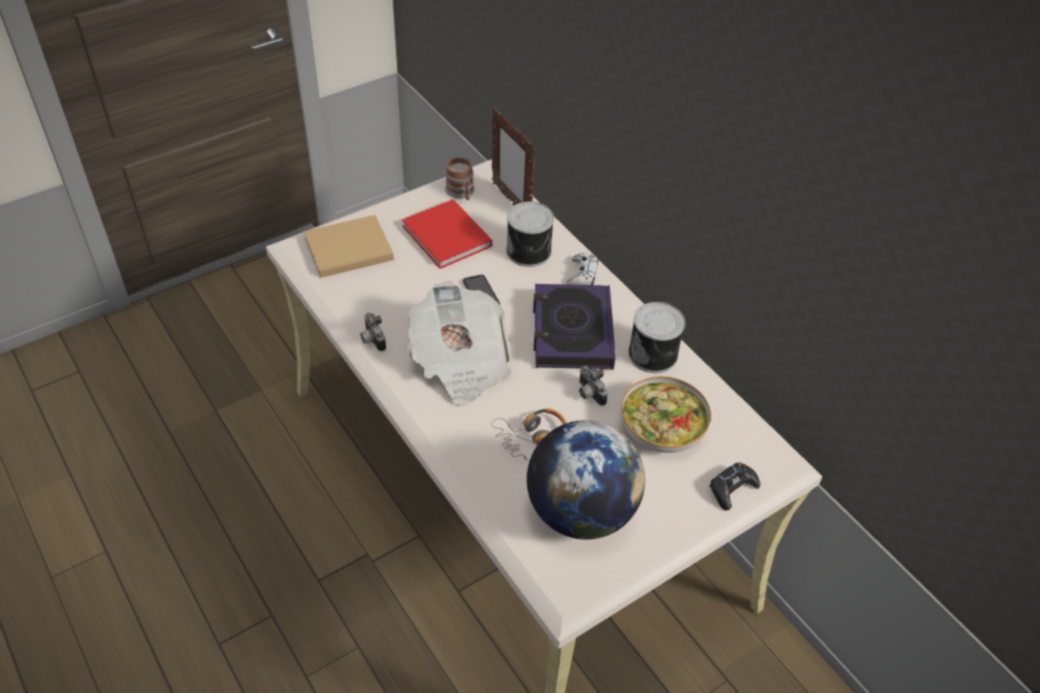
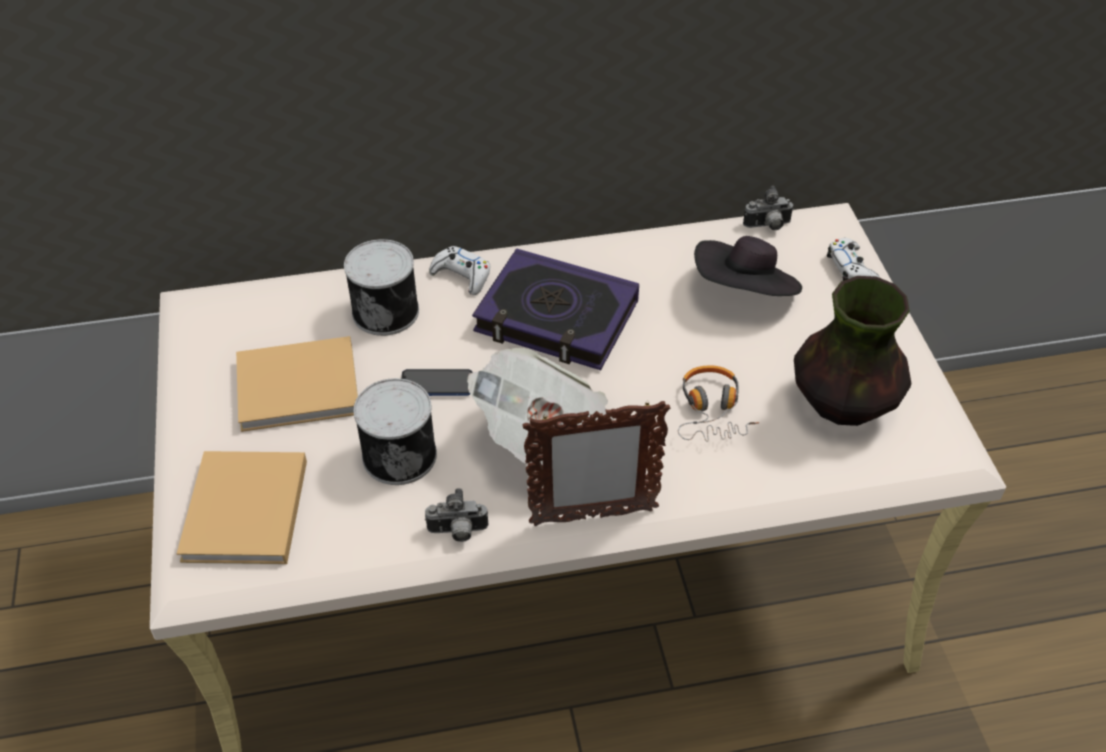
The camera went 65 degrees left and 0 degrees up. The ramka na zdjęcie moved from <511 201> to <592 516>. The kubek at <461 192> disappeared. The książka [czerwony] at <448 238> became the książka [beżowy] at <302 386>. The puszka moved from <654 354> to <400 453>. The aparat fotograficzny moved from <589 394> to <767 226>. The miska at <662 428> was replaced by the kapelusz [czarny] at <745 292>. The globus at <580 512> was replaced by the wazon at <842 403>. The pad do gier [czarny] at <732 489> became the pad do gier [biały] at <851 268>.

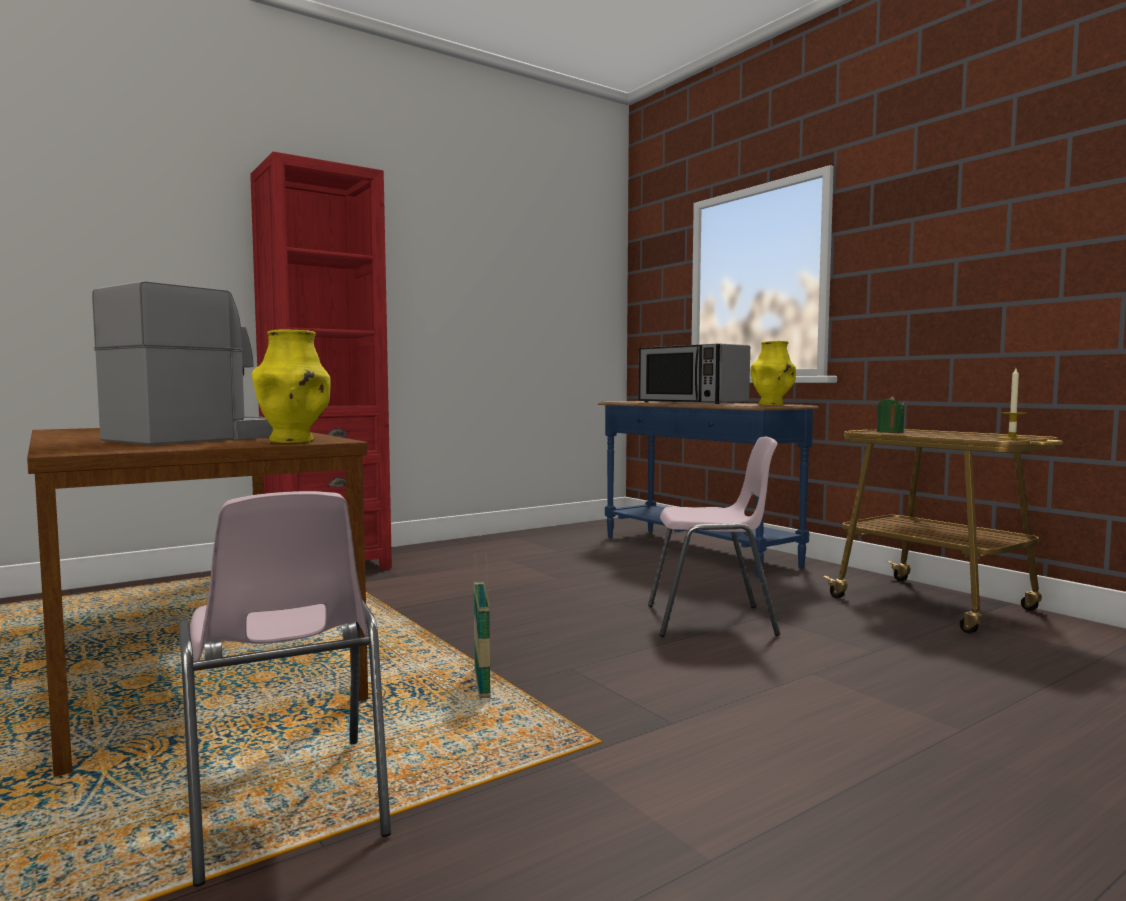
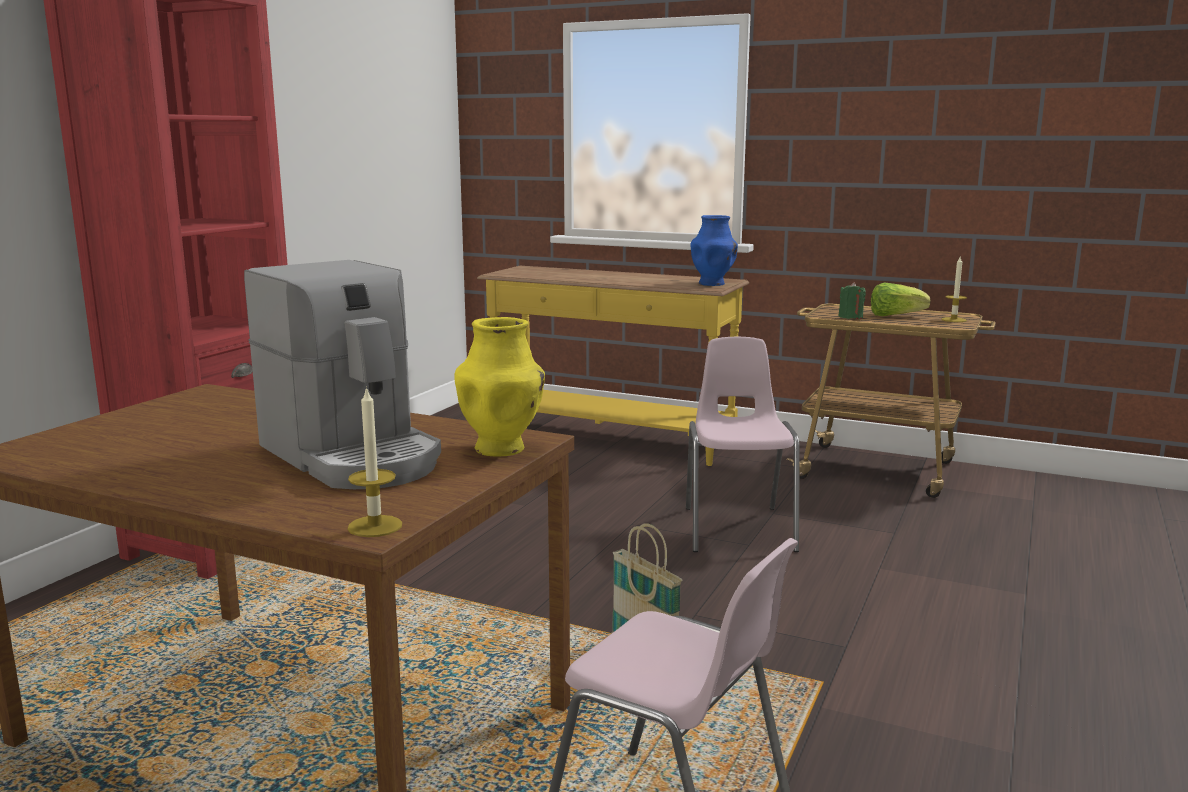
The camera went 30 degrees left and 10 degrees up. The ekspres do kawy at <199 438> turned 135 degrees clockwise. The wazon [żółty] at <772 404> became the wazon [niebieski] at <712 284>. The mikrofalówka at <691 402> disappeared. The stolik konsolowy [niebieski] at <695 551> became the stolik konsolowy [żółty] at <610 440>. The krzesło [różowy] at <712 621> turned 60 degrees counterclockwise. The sałata at <895 316> appeared. The świeca at <375 526> appeared.

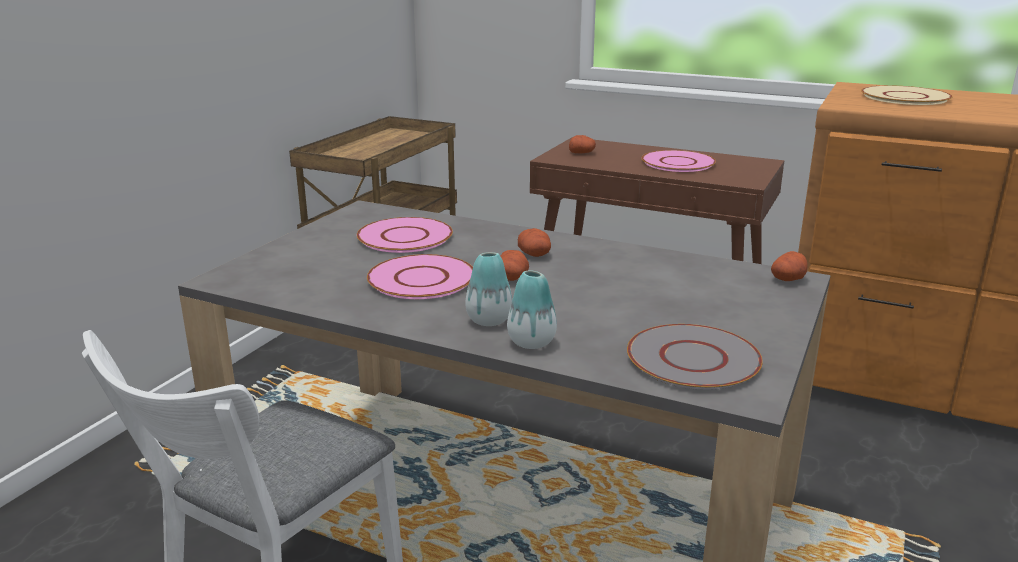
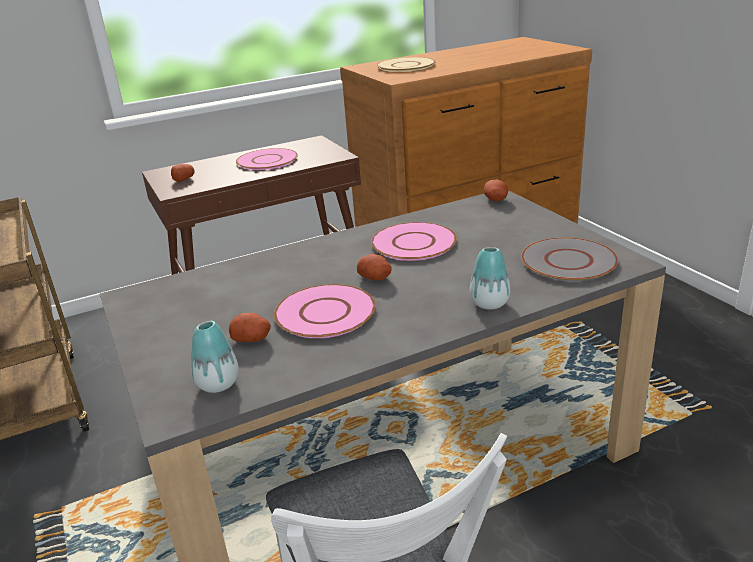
The camera went 50 degrees left and 5 degrees up. The talerz [różowy] moved from <405 236> to <413 243>. The ziemniak moved from <535 254> to <252 338>. The wazon moved from <489 320> to <218 384>.

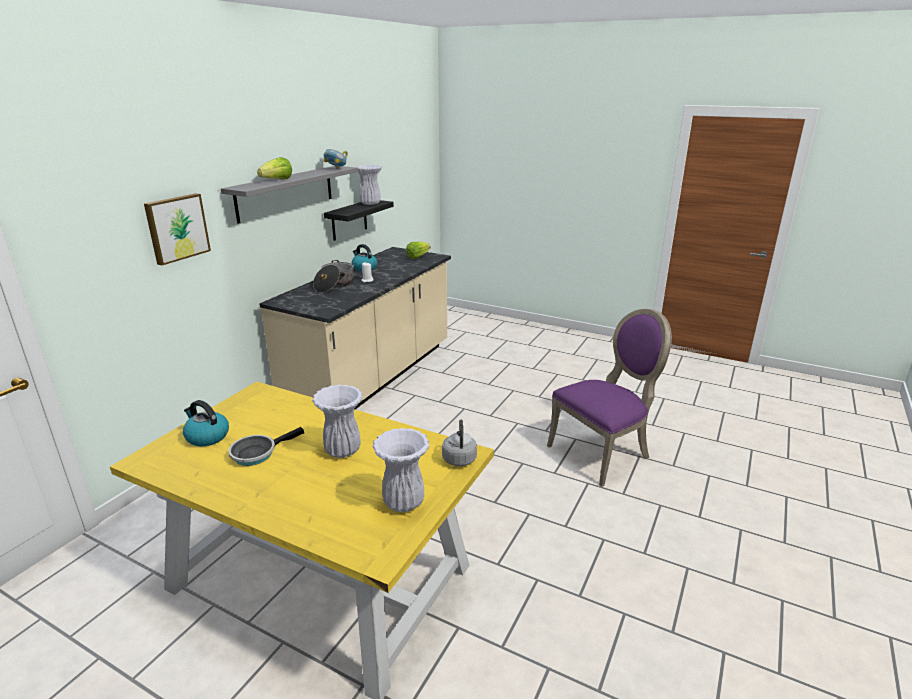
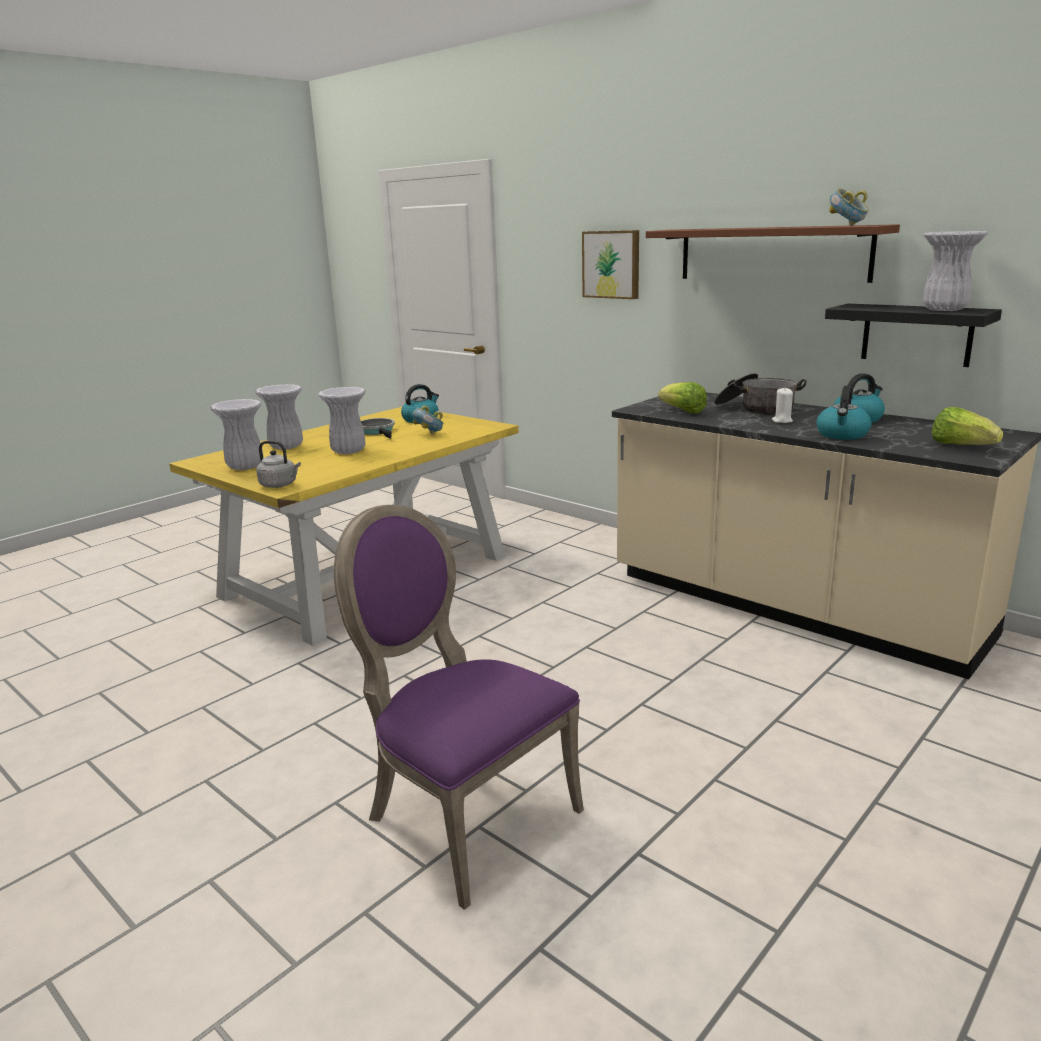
The camera went 105 degrees right and 5 degrees down. The sałata moved from <277 180> to <682 411>. The półka [szary] at <286 193> became the półka [brązowy] at <772 254>. The krzesło [fioletowy] at <603 452> turned 150 degrees clockwise. The wazon [biały] at <286 447> appeared. The czajnik at <842 435> appeared. The miska at <429 434> appeared.

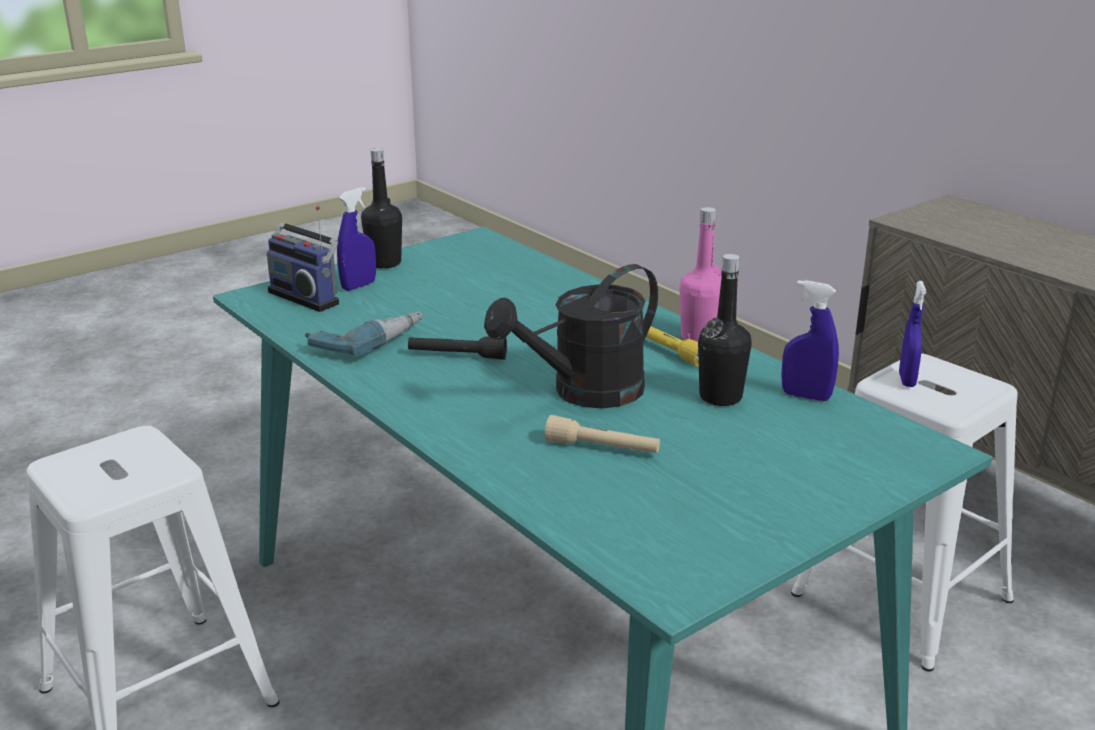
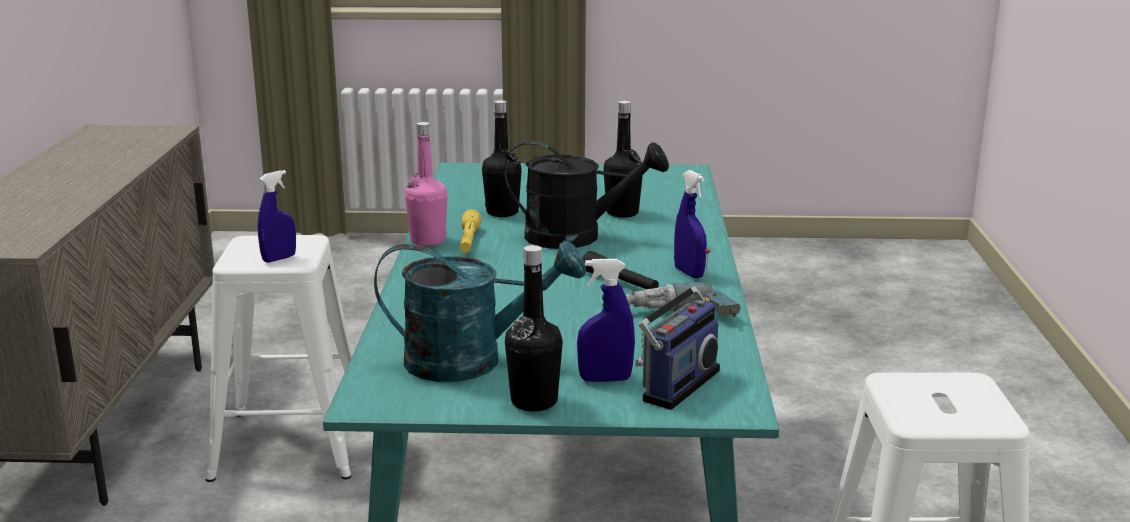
The camera went 140 degrees left and 5 degrees down. The radio at <307 297> turned 45 degrees clockwise. The spryskiwacz [niebieski] moved from <806 396> to <689 273>. The latarka [beżowy] at <602 448> was replaced by the butelka [czarny] at <622 213>. The konewka [turkusowy] at <471 361> appeared.

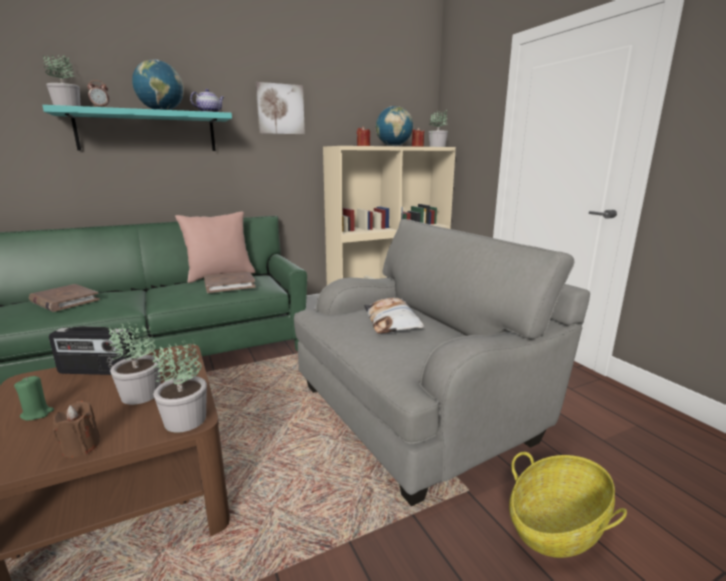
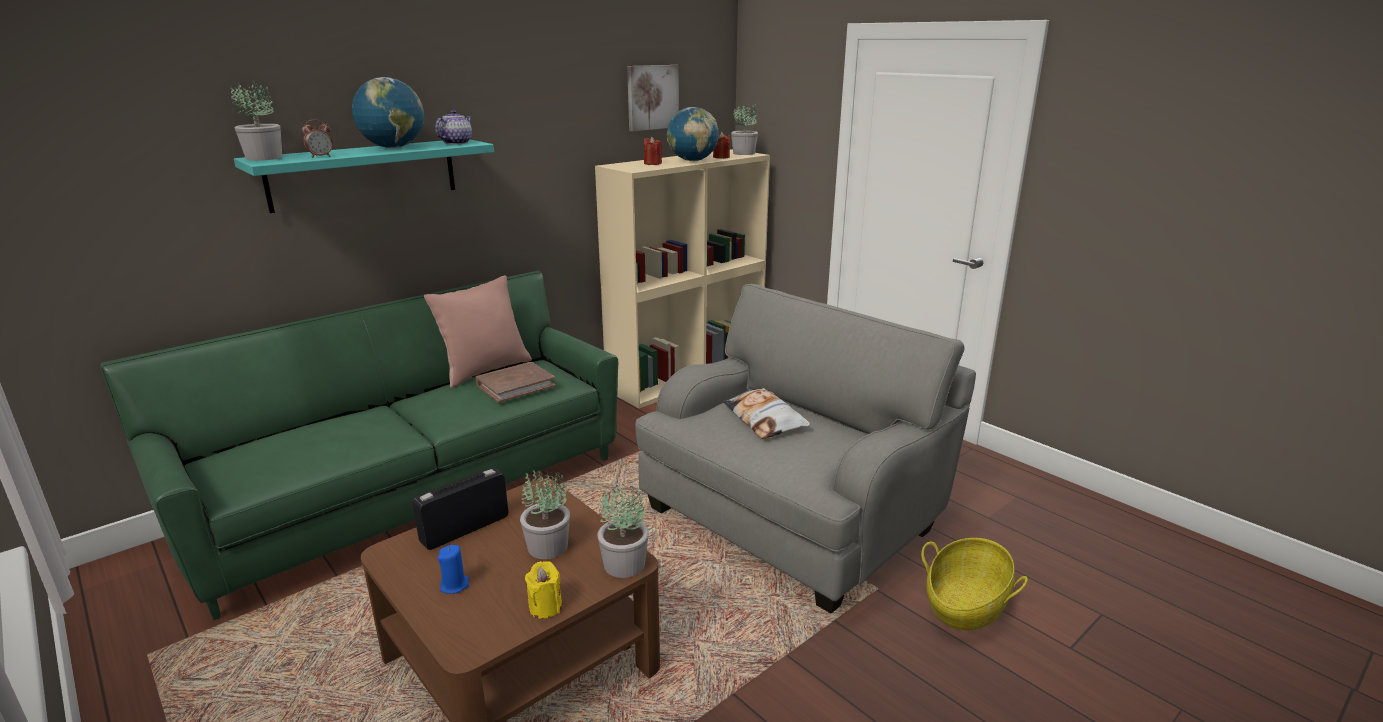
The camera went 15 degrees left and 5 degrees up. The obraz moved from <280 109> to <652 97>. The książka [brązowy] at <64 301> disappeared. The radio at <97 371> turned 150 degrees clockwise. The świeca [zielony] at <37 414> became the świeca [niebieski] at <455 585>. The świeca [brązowy] at <81 447> became the świeca [żółty] at <545 607>.

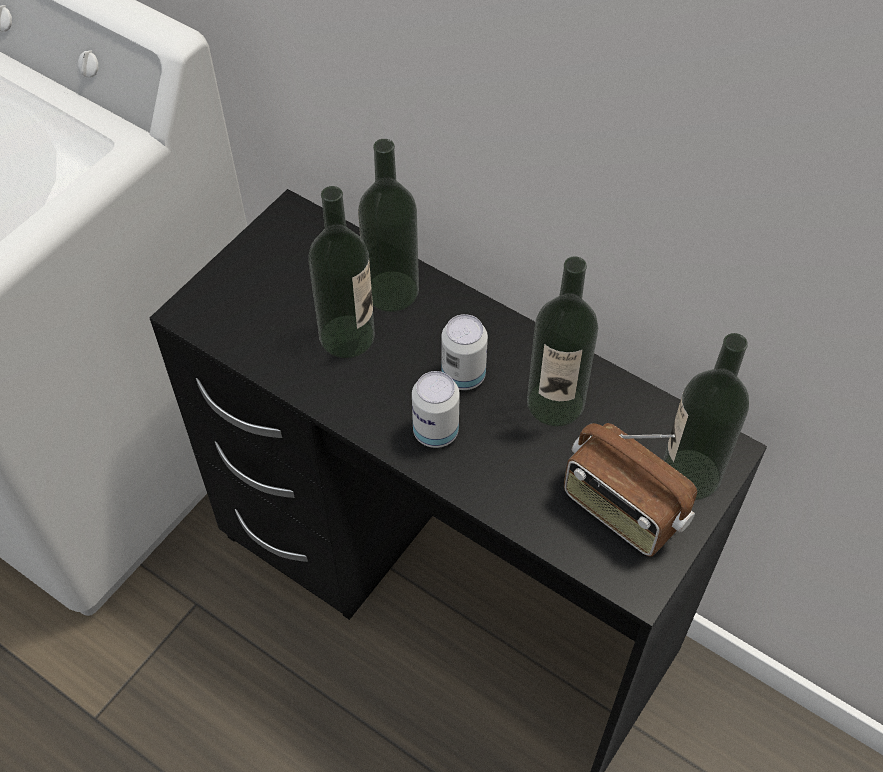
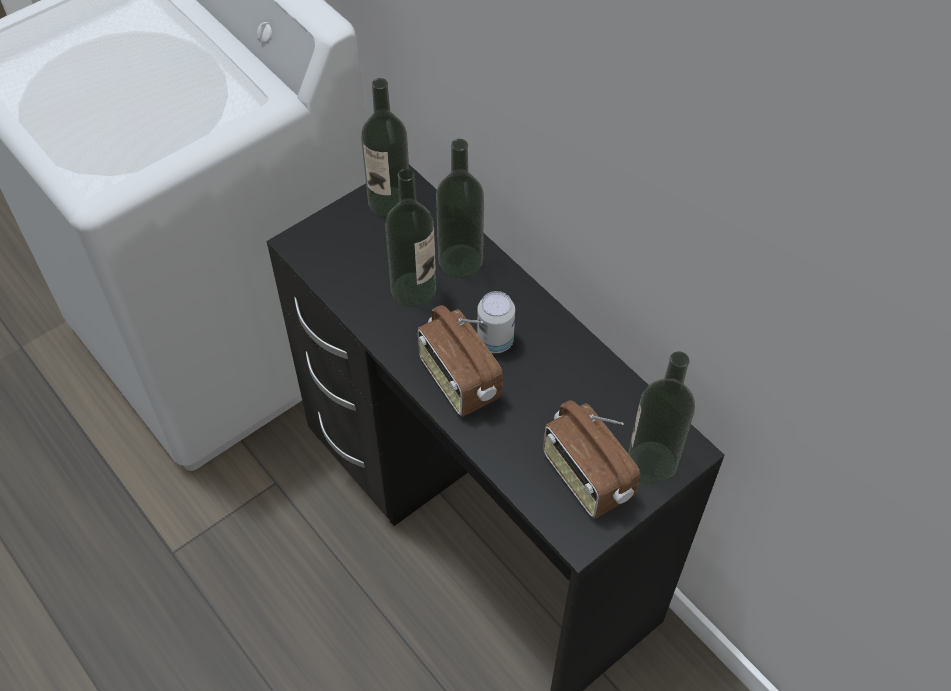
The camera went 15 degrees right and 0 degrees up. The butelka moved from <555 403> to <389 202>. The puszka at <435 432> was replaced by the radio at <458 380>.

